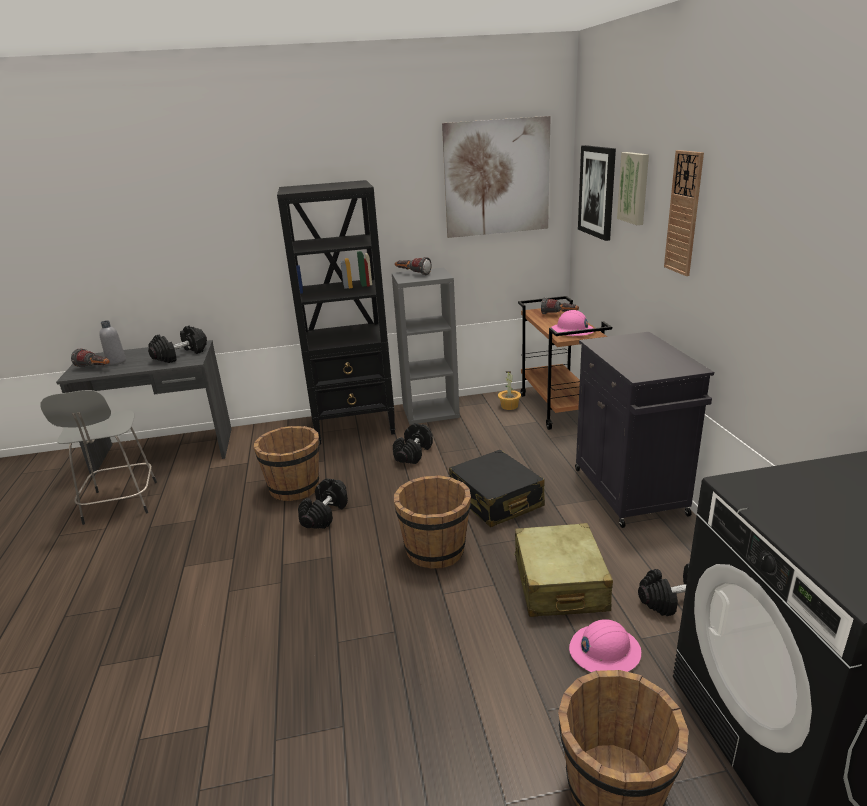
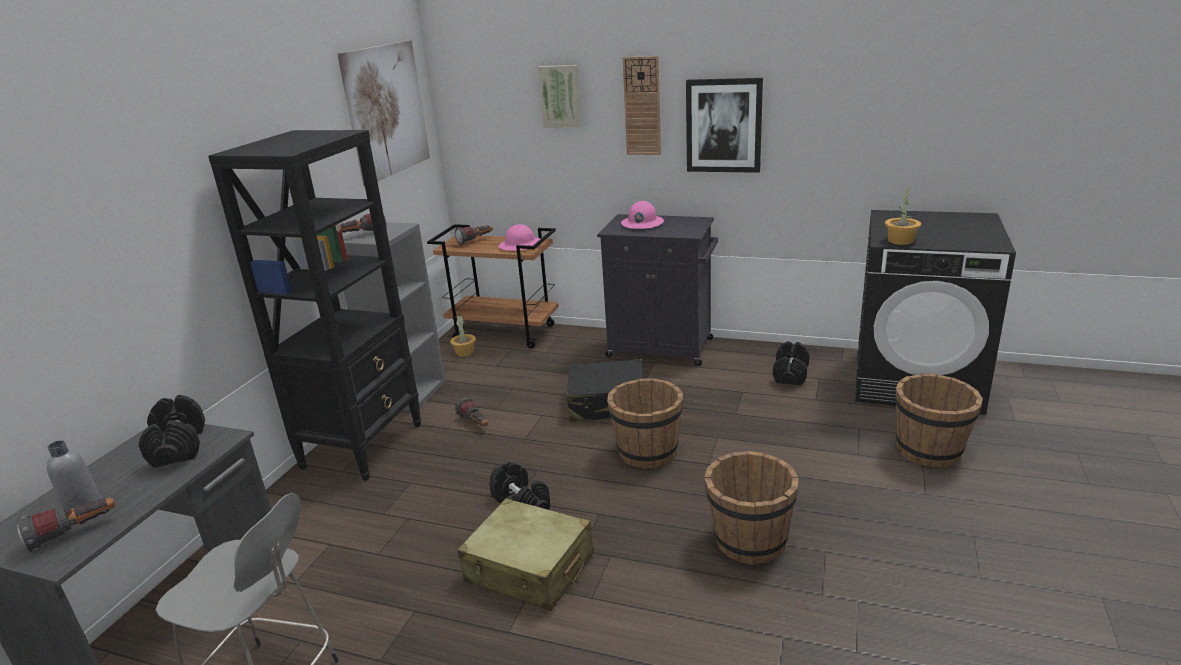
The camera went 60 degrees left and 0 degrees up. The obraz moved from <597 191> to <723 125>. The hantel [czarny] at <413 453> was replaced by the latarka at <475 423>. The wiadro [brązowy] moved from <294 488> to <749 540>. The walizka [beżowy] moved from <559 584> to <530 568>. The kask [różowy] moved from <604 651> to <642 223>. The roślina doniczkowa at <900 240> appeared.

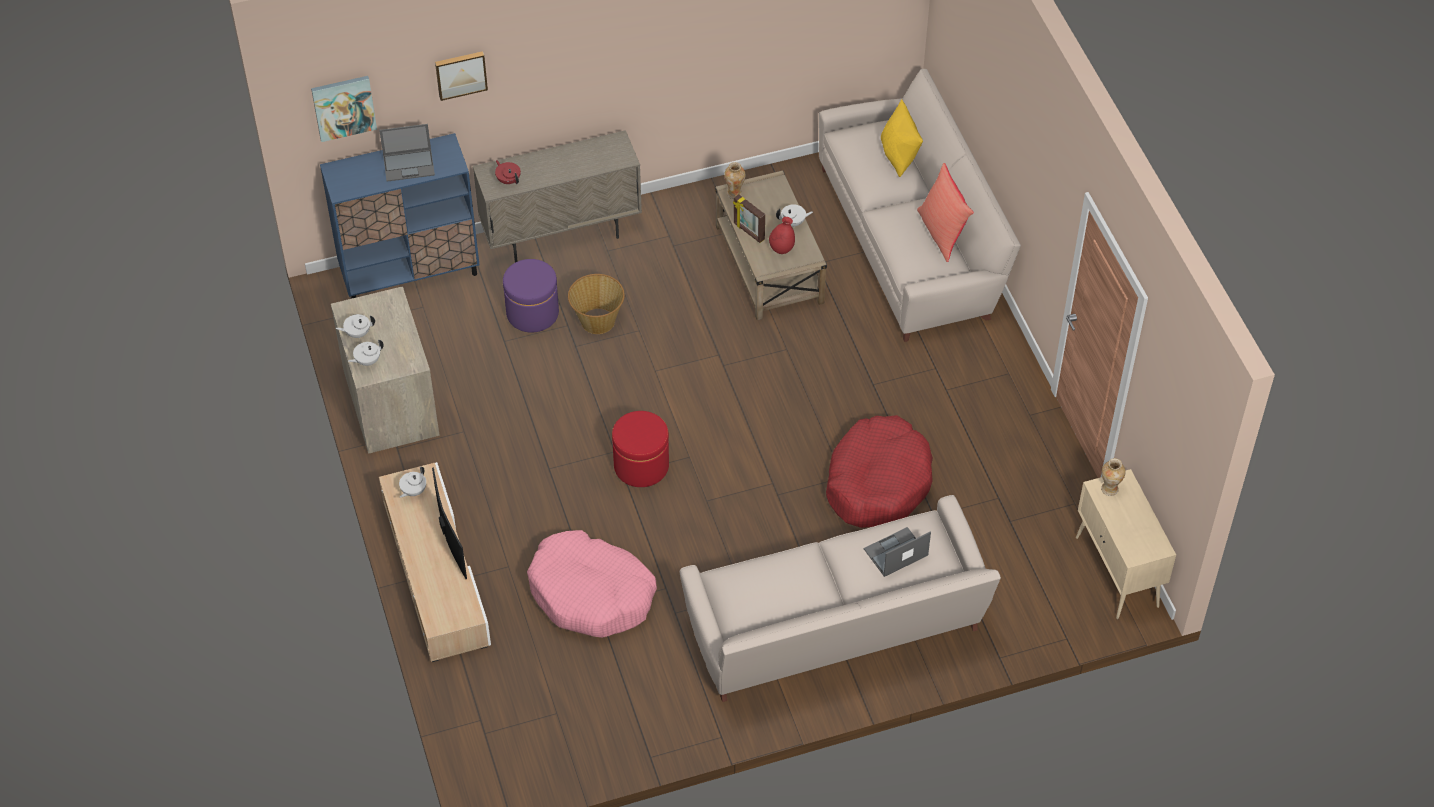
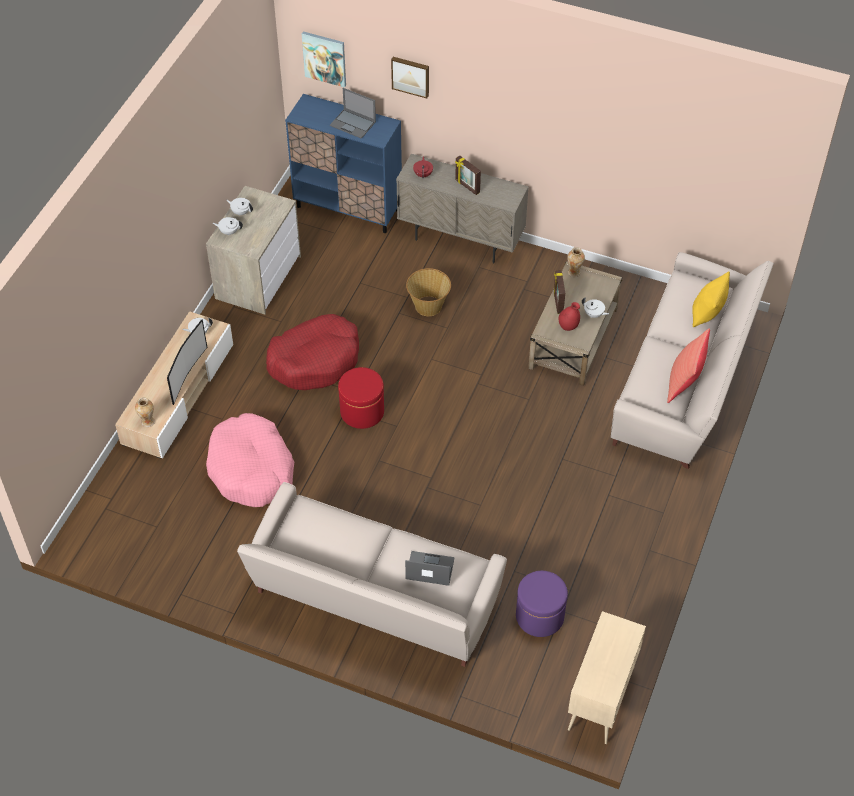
The camera went 40 degrees right and 0 degrees up. The pufa [fioletowy] moved from <532 313> to <539 616>. The legowisko [czerwony] moved from <877 482> to <315 360>. The wazon moved from <1109 489> to <147 422>. The ramka na zdjęcie at <467 186> appeared.

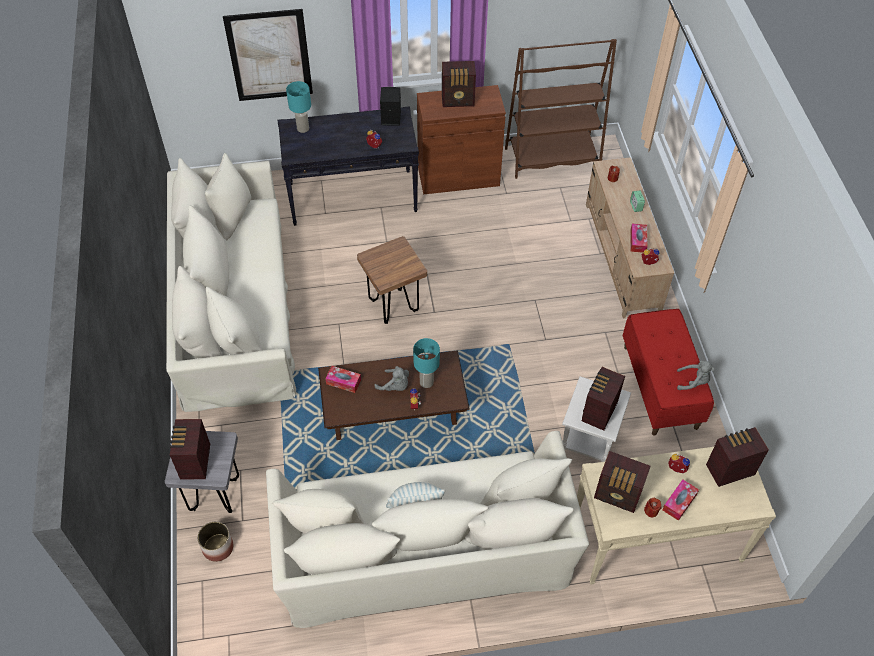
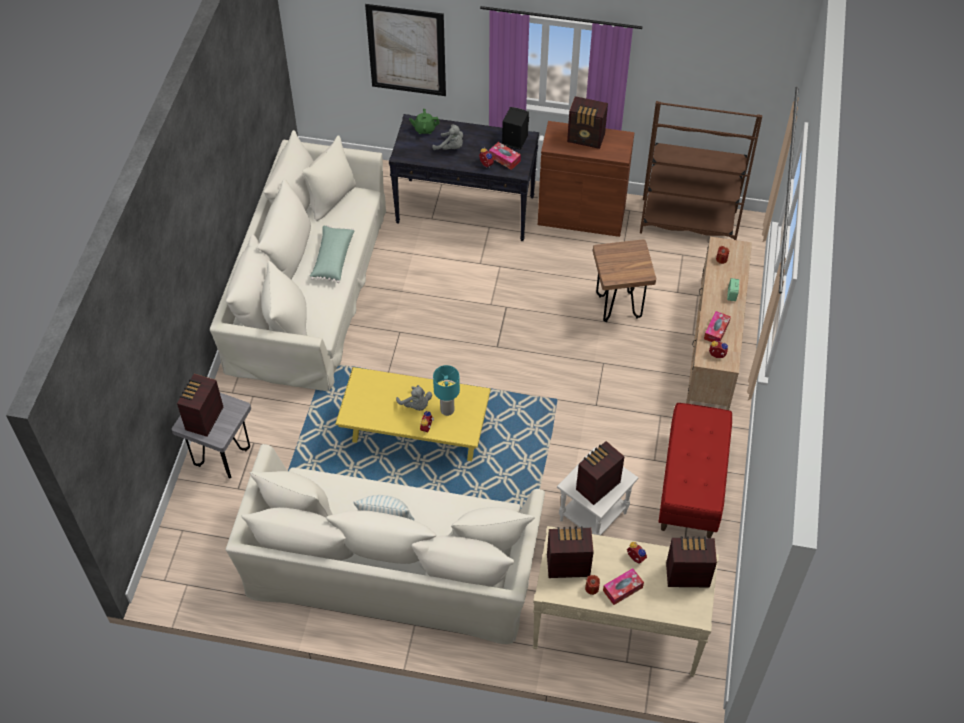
The camera went 20 degrees right and 0 degrees up. The lampa stołowa [turkusowy] at <303 128> was replaced by the imbryk [zielony] at <424 129>. The stołek [brązowy] moved from <394 306> to <618 307>. The ława [brązowy] at <394 416> became the ława [żółty] at <415 435>. The pluszak [szary] moved from <693 381> to <451 147>. The pudełko chusteczek moved from <343 382> to <504 159>. The radio at <618 495> turned 135 degrees clockwise. The donica at <217 548> disappeared. The poduszka [zielony] at <332 259> appeared.

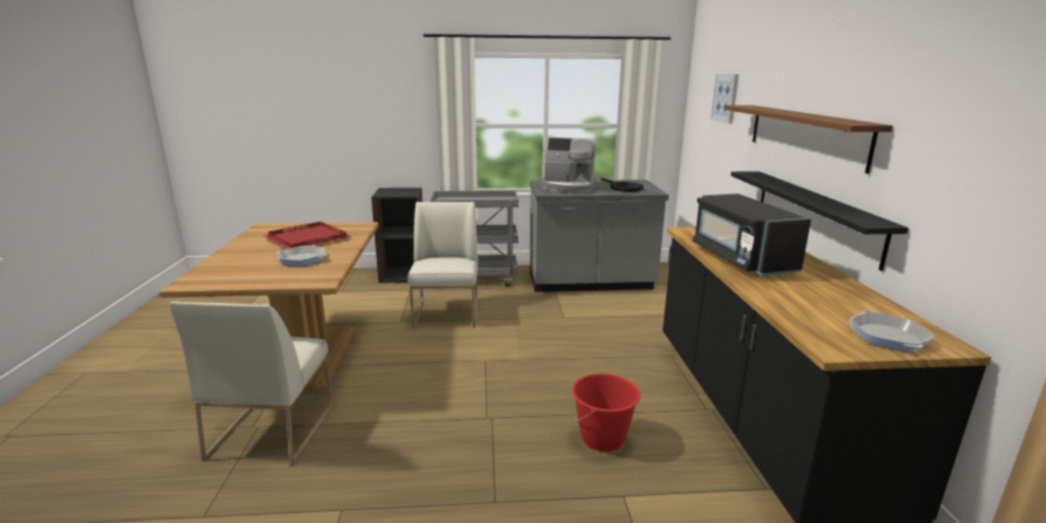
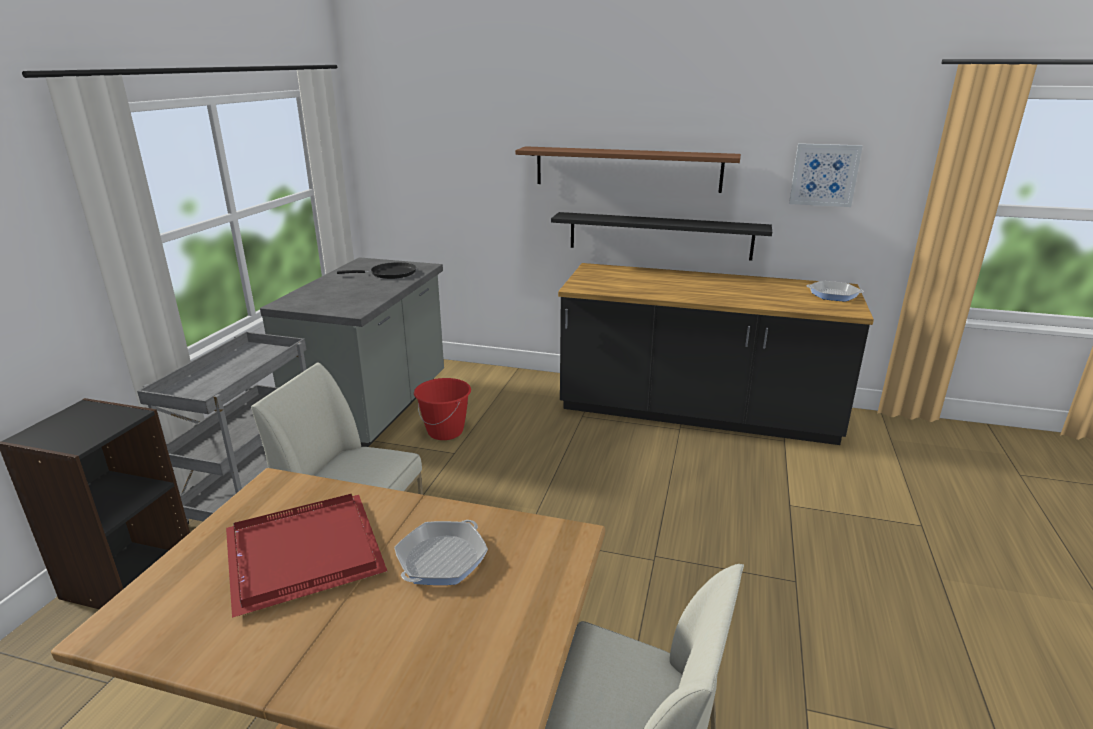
The camera went 70 degrees left and 5 degrees up. The obraz moved from <725 98> to <824 175>. The ekspres do kawy at <568 187> disappeared. The mikrofalówka [czarny] at <741 259> disappeared. The wiadro [czerwony] moved from <603 439> to <445 431>.

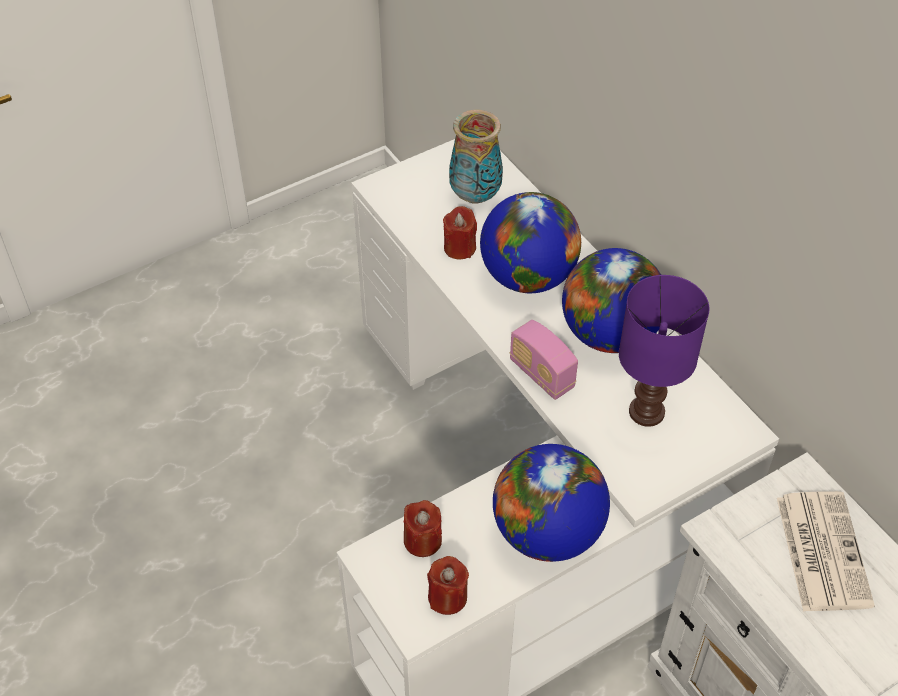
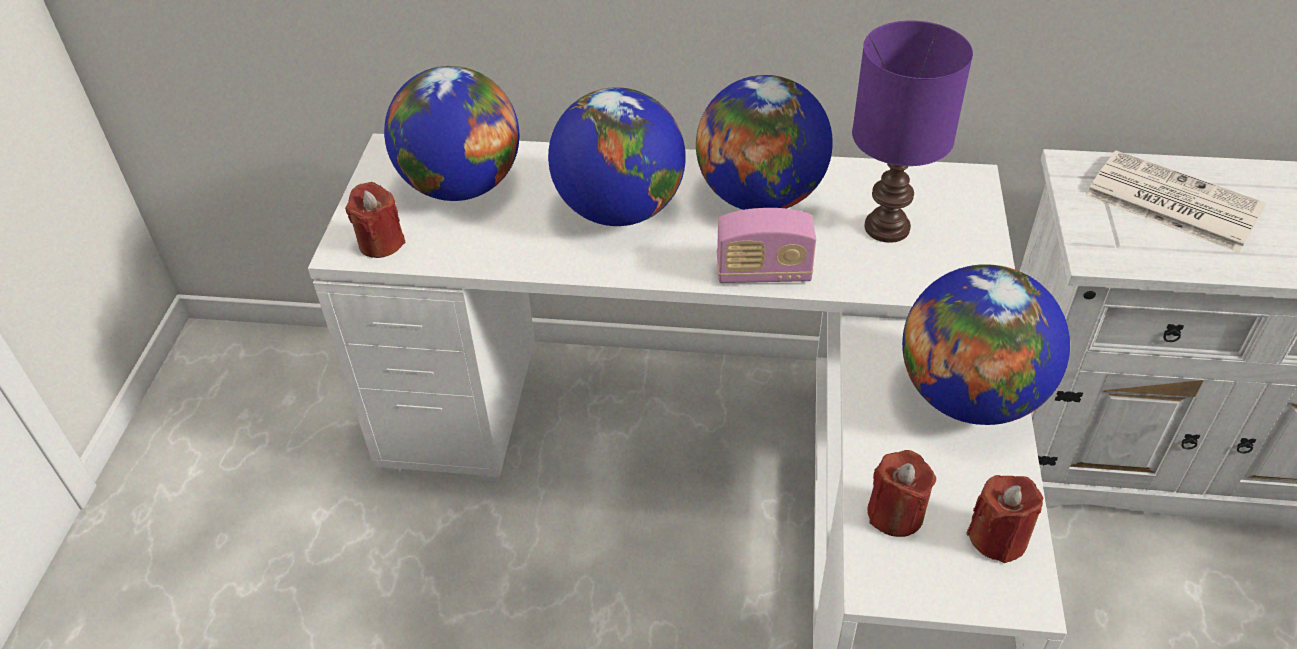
The camera went 50 degrees left and 5 degrees down. The wazon at <475 196> was replaced by the globus at <462 186>. The świeca [czerwony] moved from <459 248> to <381 243>.

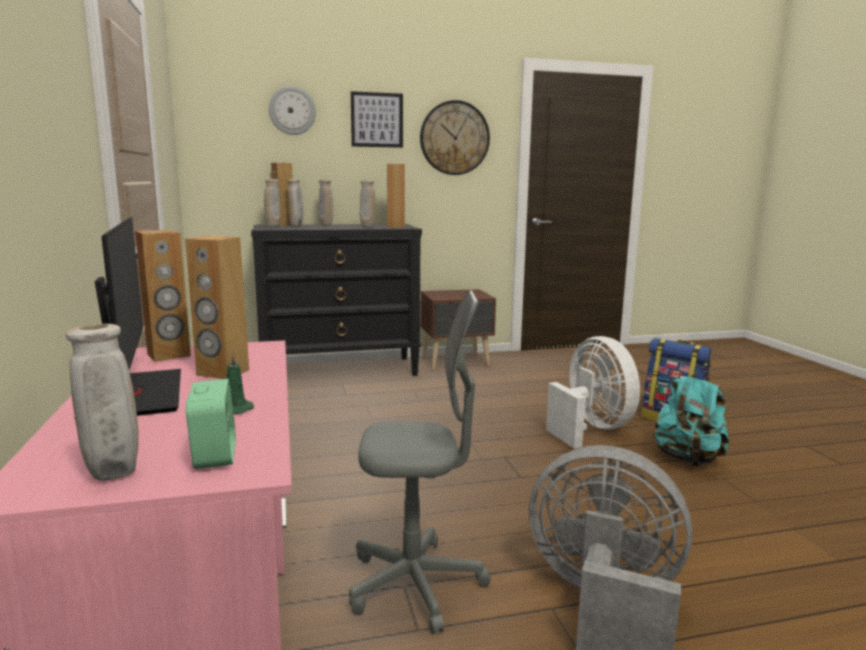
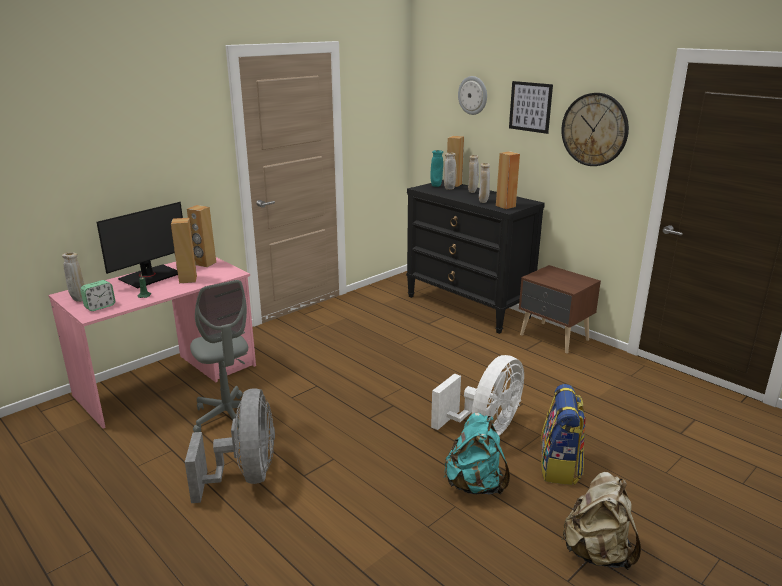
The camera went 60 degrees right and 10 degrees up. The wazon [beżowy] at <273 227> became the wazon [turkusowy] at <436 186>. The plecak [beżowy] at <597 552> appeared.

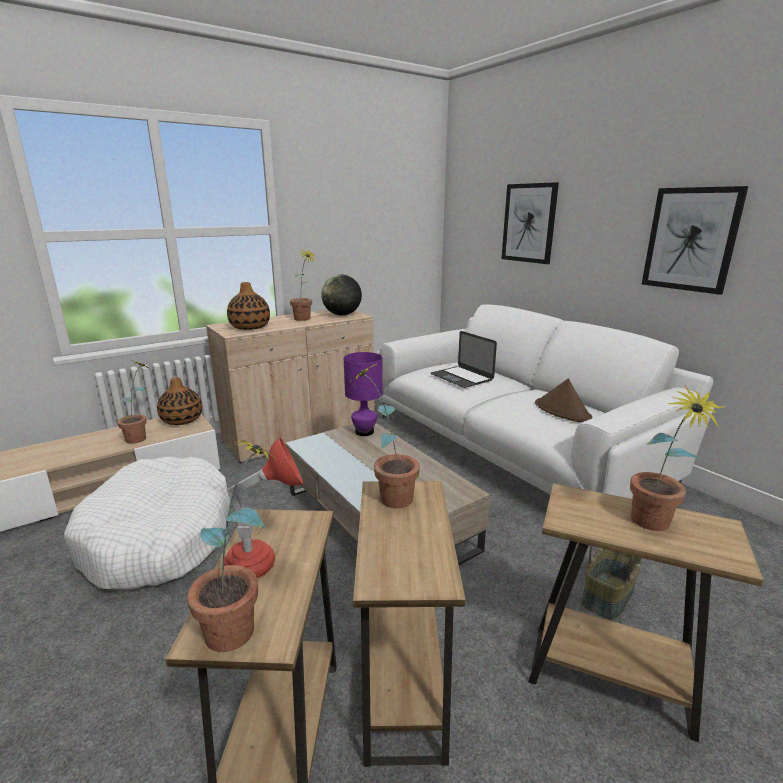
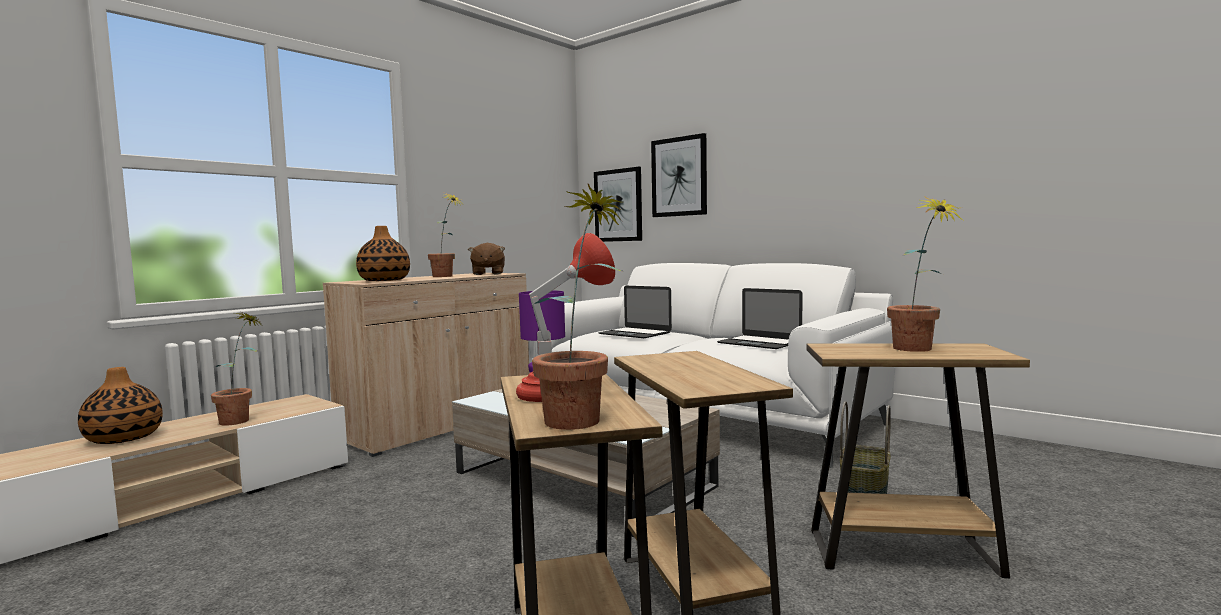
The camera went 15 degrees left and 15 degrees down. The obraz moved from <691 239> to <618 205>. The globus at <342 315> was replaced by the pluszak [brązowy] at <488 274>. The roślina doniczkowa at <386 496> disappeared. The wazon moved from <182 420> to <124 438>. The kapelusz [brązowy] at <562 411> was replaced by the laptop at <759 342>. The legowisko [biały] at <159 537> disappeared.

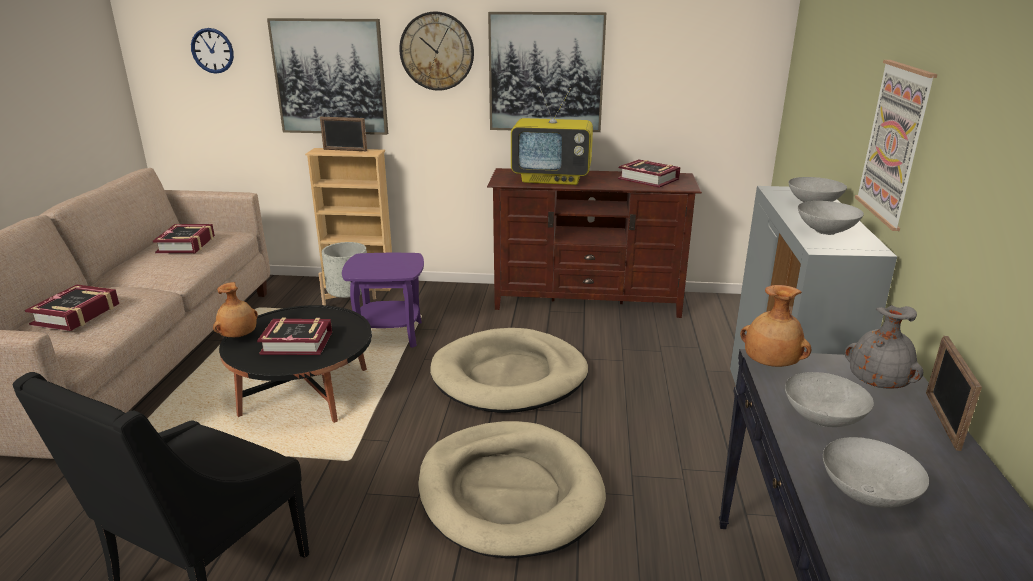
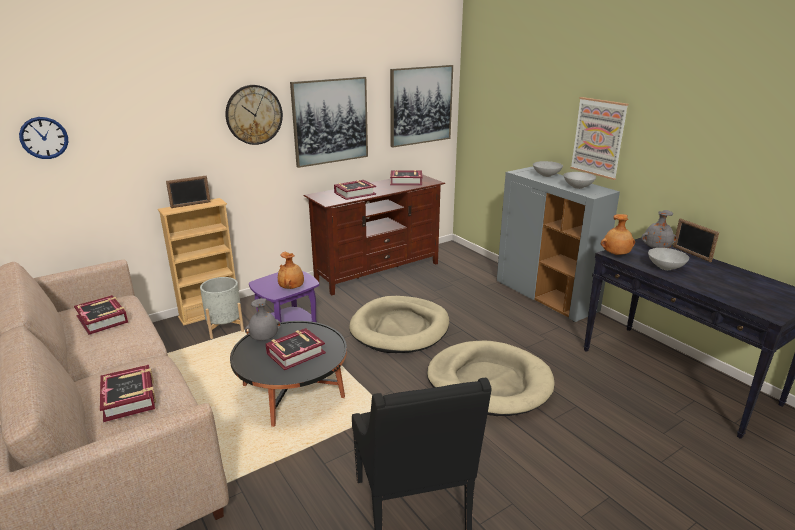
The camera went 40 degrees left and 0 degrees up. The obraz moved from <330 77> to <420 105>. The telewizor at <552 179> was replaced by the książka at <355 193>. The wazon [brązowy] moved from <239 336> to <292 288>. The miska [szary] at <865 494> disappeared. The wazon [szary] at <264 339> appeared.

